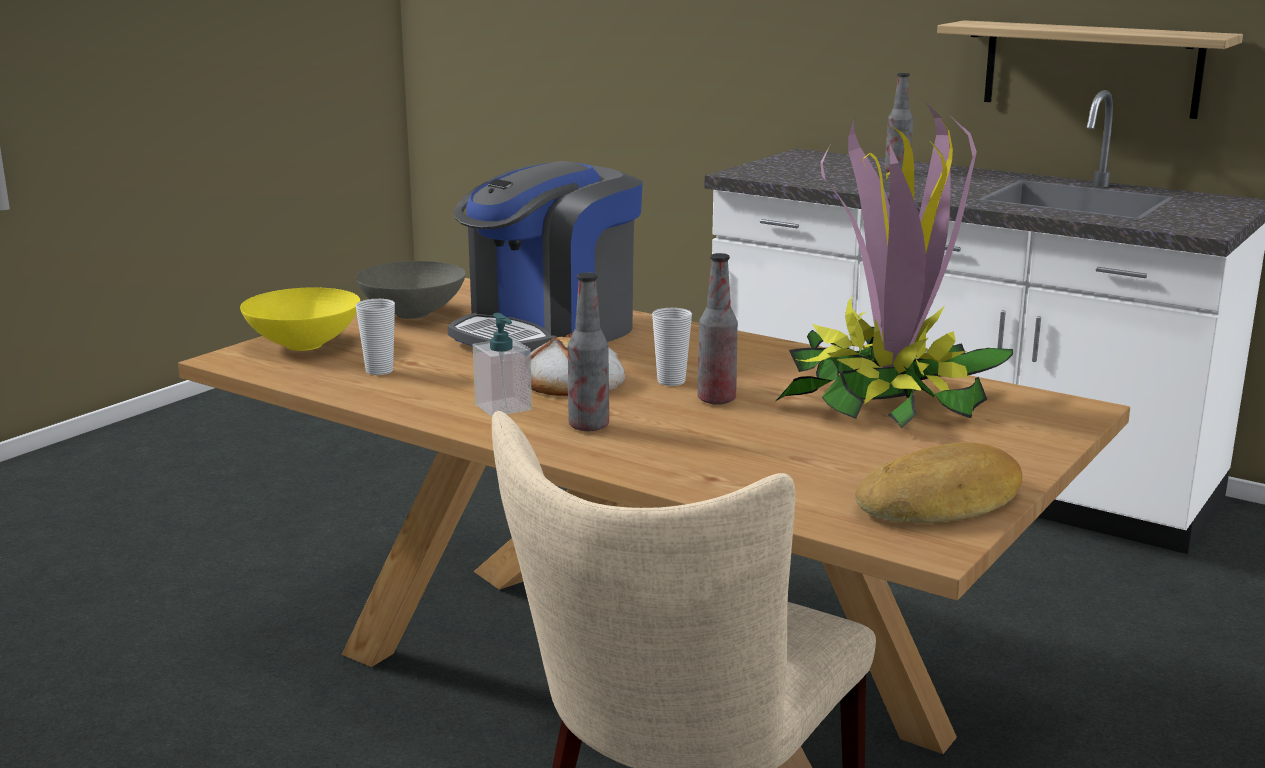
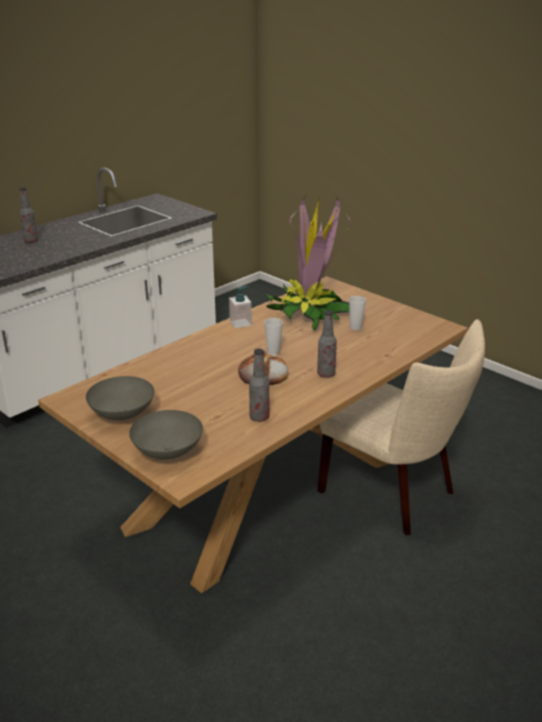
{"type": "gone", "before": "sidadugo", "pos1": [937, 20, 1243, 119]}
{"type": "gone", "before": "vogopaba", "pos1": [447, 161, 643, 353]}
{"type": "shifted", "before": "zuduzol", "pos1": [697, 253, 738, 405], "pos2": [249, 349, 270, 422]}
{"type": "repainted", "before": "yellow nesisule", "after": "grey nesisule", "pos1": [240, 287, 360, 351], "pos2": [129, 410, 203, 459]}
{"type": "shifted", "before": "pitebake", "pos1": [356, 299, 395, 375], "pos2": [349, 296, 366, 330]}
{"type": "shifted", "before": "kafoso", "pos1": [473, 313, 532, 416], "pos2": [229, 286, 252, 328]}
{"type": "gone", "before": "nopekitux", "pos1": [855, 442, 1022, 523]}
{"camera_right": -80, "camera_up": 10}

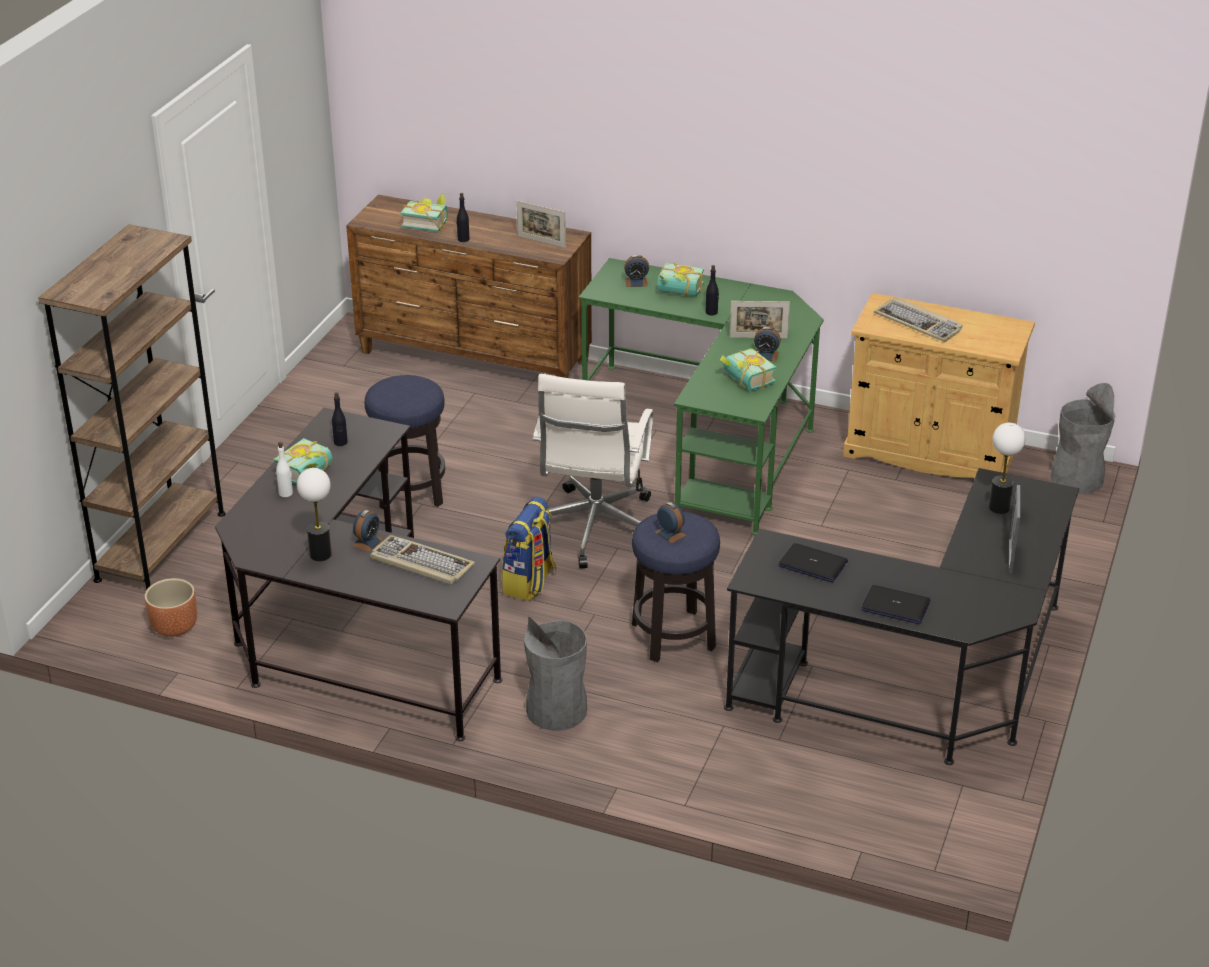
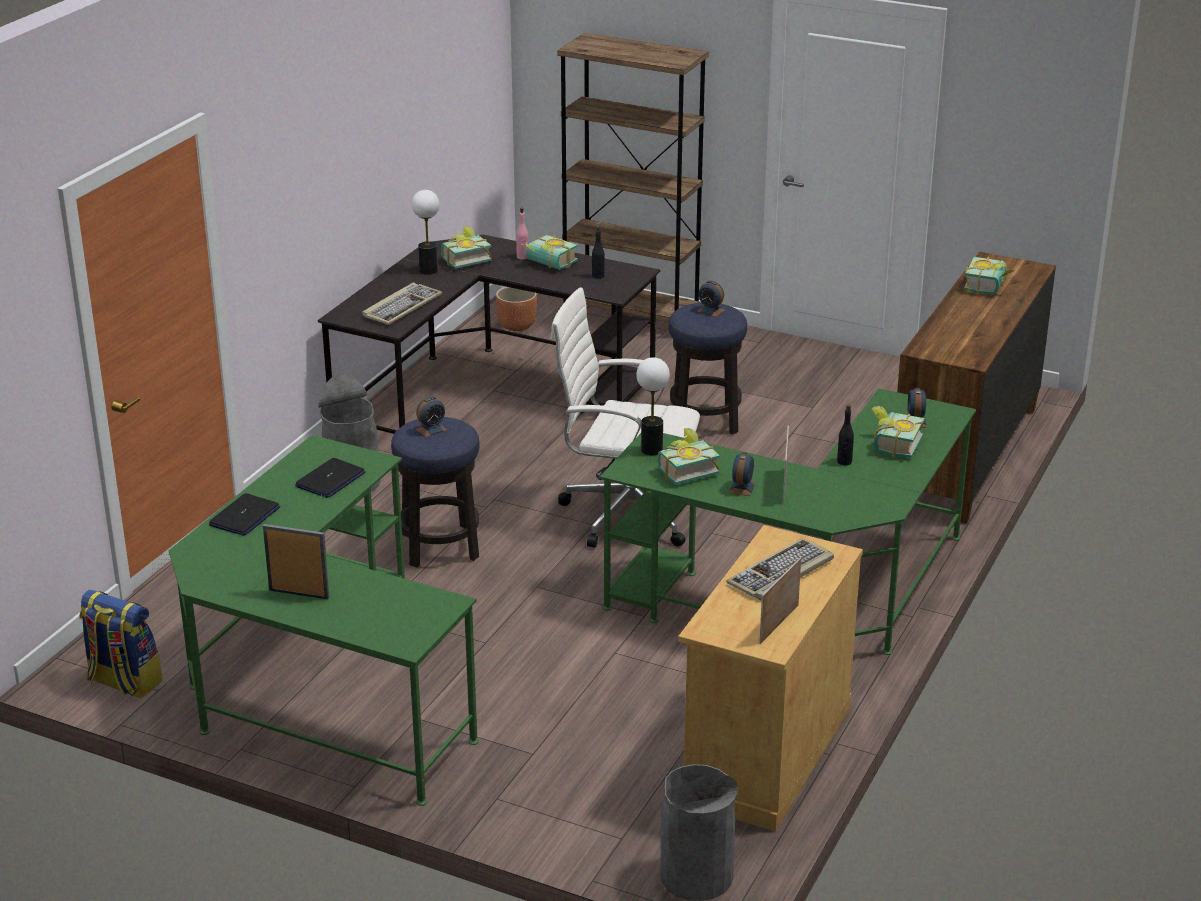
{"type": "gone", "before": "black zuduzol", "pos1": [456, 193, 469, 242]}
{"type": "shifted", "before": "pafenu", "pos1": [516, 200, 566, 248], "pos2": [759, 558, 801, 644]}
{"type": "shifted", "before": "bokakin", "pos1": [989, 423, 1025, 514], "pos2": [636, 357, 670, 455]}
{"type": "repainted", "before": "white zuduzol", "after": "pink zuduzol", "pos1": [276, 442, 293, 497], "pos2": [516, 208, 529, 259]}
{"type": "repainted", "before": "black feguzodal", "after": "green feguzodal", "pos1": [724, 468, 1079, 765], "pos2": [169, 435, 479, 806]}
{"type": "shifted", "before": "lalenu", "pos1": [502, 497, 557, 601], "pos2": [79, 590, 162, 698]}
{"type": "shifted", "before": "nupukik", "pos1": [352, 510, 383, 552], "pos2": [697, 281, 725, 317]}
{"type": "new", "after": "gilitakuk", "pos2": [441, 226, 492, 269]}
{"camera_right": 95, "camera_up": -5}

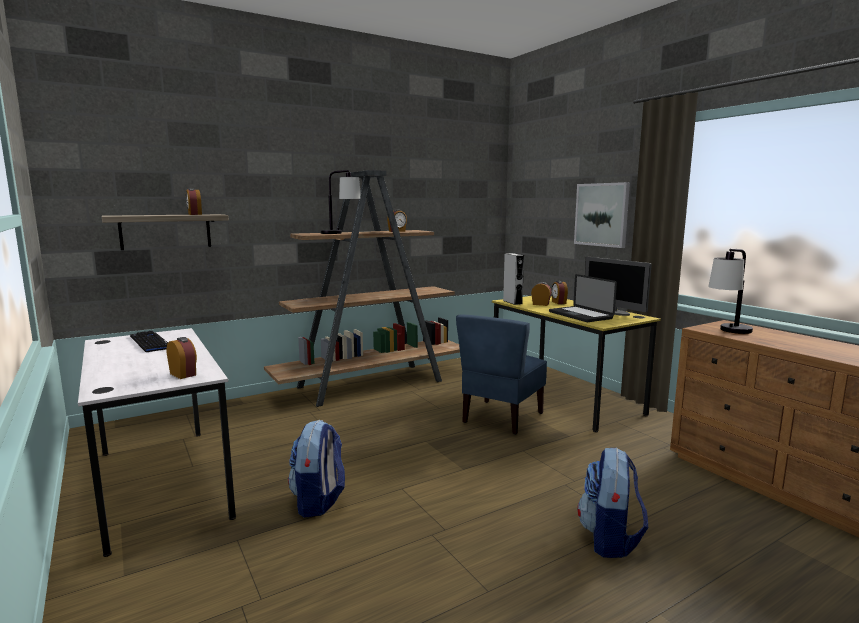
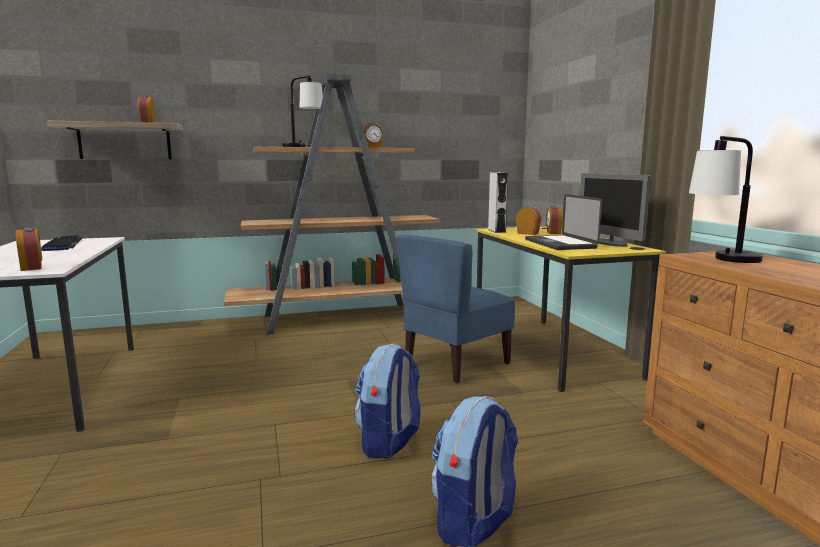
{"type": "gone", "before": "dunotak", "pos1": [574, 182, 630, 248]}
{"type": "shifted", "before": "lalenu", "pos1": [288, 420, 345, 517], "pos2": [355, 343, 421, 458]}
{"camera_right": 15, "camera_up": 0}

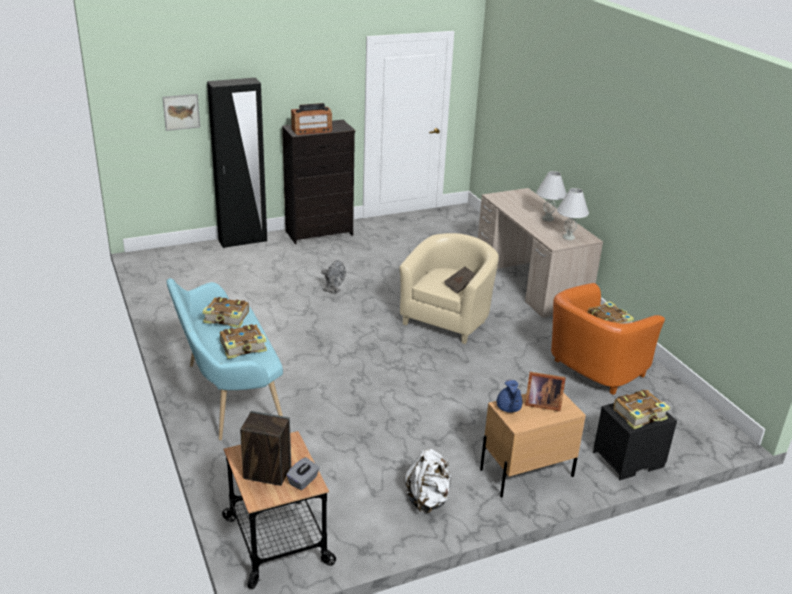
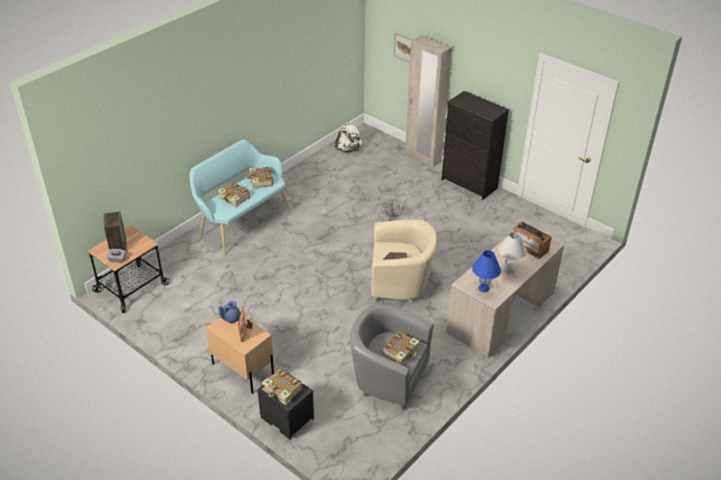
{"type": "repainted", "before": "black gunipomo", "after": "beige gunipomo", "pos1": [207, 78, 267, 248], "pos2": [405, 35, 452, 167]}
{"type": "shifted", "before": "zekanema", "pos1": [291, 103, 332, 135], "pos2": [513, 221, 552, 259]}
{"type": "repainted", "before": "white bokakin", "after": "blue bokakin", "pos1": [557, 188, 589, 240], "pos2": [472, 250, 501, 292]}
{"type": "repainted", "before": "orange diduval", "after": "grey diduval", "pos1": [551, 283, 665, 395], "pos2": [350, 304, 434, 410]}
{"type": "shifted", "before": "white lalenu", "pos1": [404, 449, 452, 513], "pos2": [335, 121, 362, 152]}
{"camera_right": 65, "camera_up": 10}

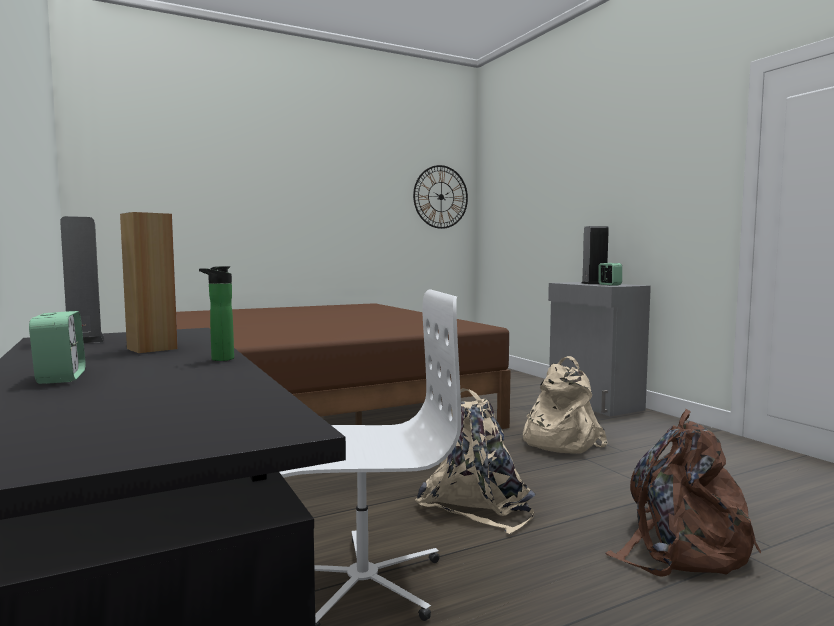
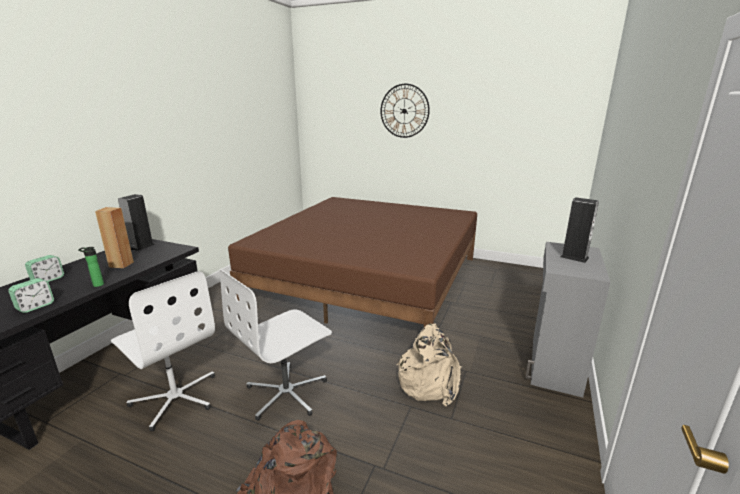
{"type": "shifted", "before": "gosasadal", "pos1": [413, 165, 468, 229], "pos2": [381, 84, 430, 138]}
{"type": "shifted", "before": "nupukik", "pos1": [598, 263, 622, 286], "pos2": [8, 278, 54, 313]}
{"type": "swapped", "before": "beige lalenu", "after": "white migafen", "pos1": [415, 388, 536, 534], "pos2": [220, 269, 332, 421]}
{"camera_right": 50, "camera_up": 15}

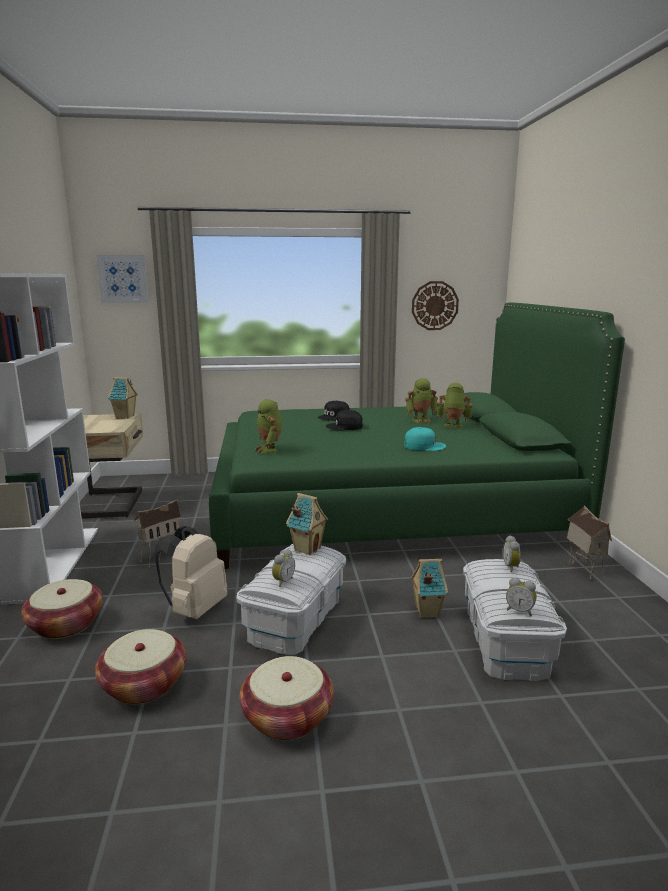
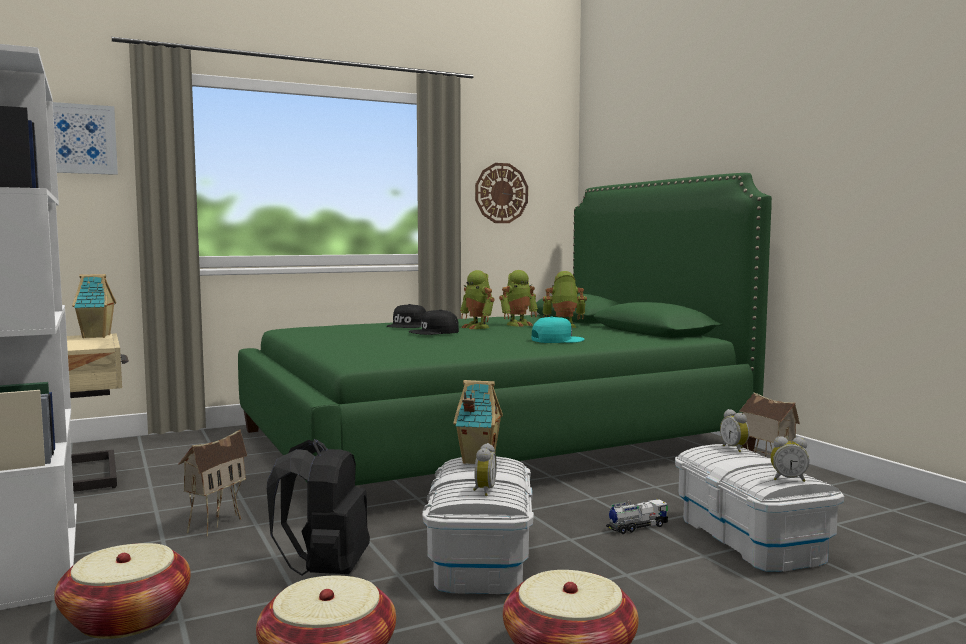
{"type": "shifted", "before": "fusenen", "pos1": [255, 399, 283, 454], "pos2": [460, 270, 494, 329]}
{"type": "repainted", "before": "beige lalenu", "after": "black lalenu", "pos1": [154, 526, 227, 619], "pos2": [267, 439, 370, 576]}
{"type": "swapped", "before": "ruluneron", "after": "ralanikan", "pos1": [411, 559, 448, 618], "pos2": [606, 499, 668, 534]}
{"camera_right": -20, "camera_up": -10}

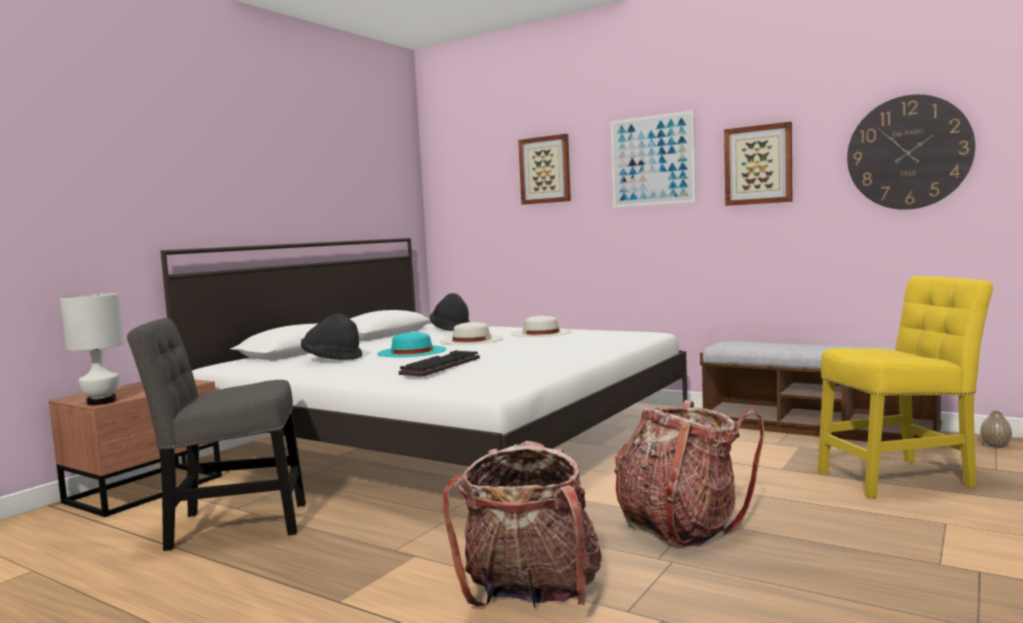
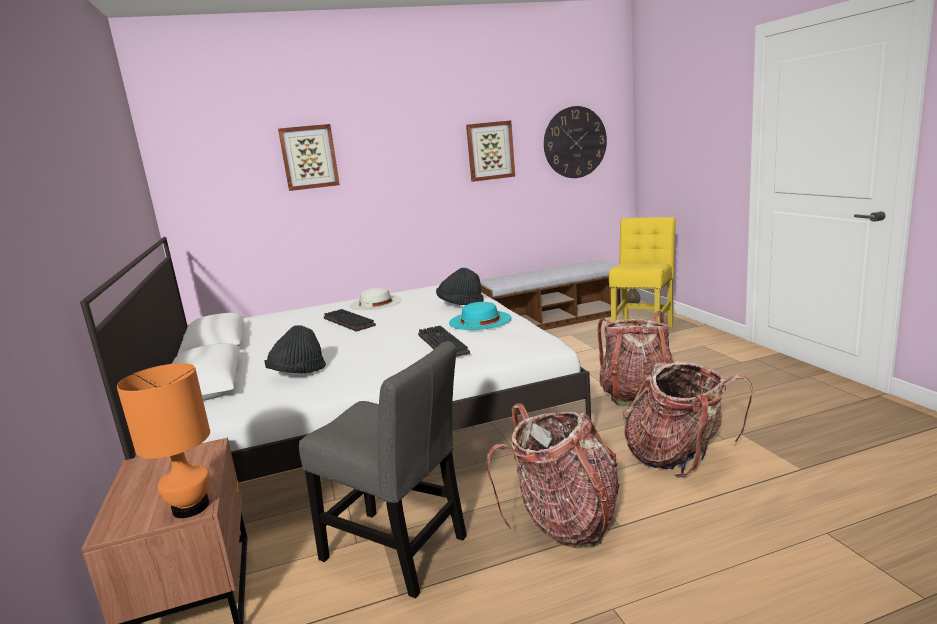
{"type": "gone", "before": "dunotak", "pos1": [610, 110, 696, 208]}
{"type": "repainted", "before": "white bokakin", "after": "orange bokakin", "pos1": [60, 293, 124, 405], "pos2": [117, 363, 210, 518]}
{"type": "shifted", "before": "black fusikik", "pos1": [430, 293, 470, 331], "pos2": [436, 268, 484, 305]}
{"type": "rotated", "before": "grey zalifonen", "pos1": [127, 318, 306, 551], "pos2": [299, 341, 467, 598], "turn": -90}
{"type": "swapped", "before": "white fusikik", "after": "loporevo", "pos1": [440, 322, 503, 345], "pos2": [324, 309, 376, 332]}
{"type": "shifted", "before": "turquoise fusikik", "pos1": [377, 332, 447, 357], "pos2": [449, 302, 512, 330]}
{"type": "new", "after": "lalenu", "pos2": [486, 403, 620, 549]}
{"camera_right": -50, "camera_up": 10}

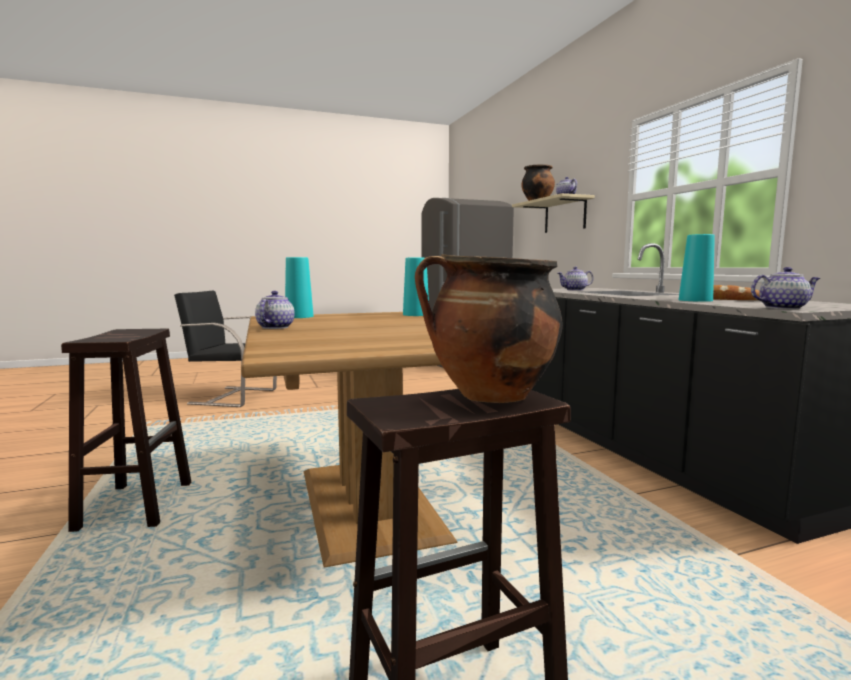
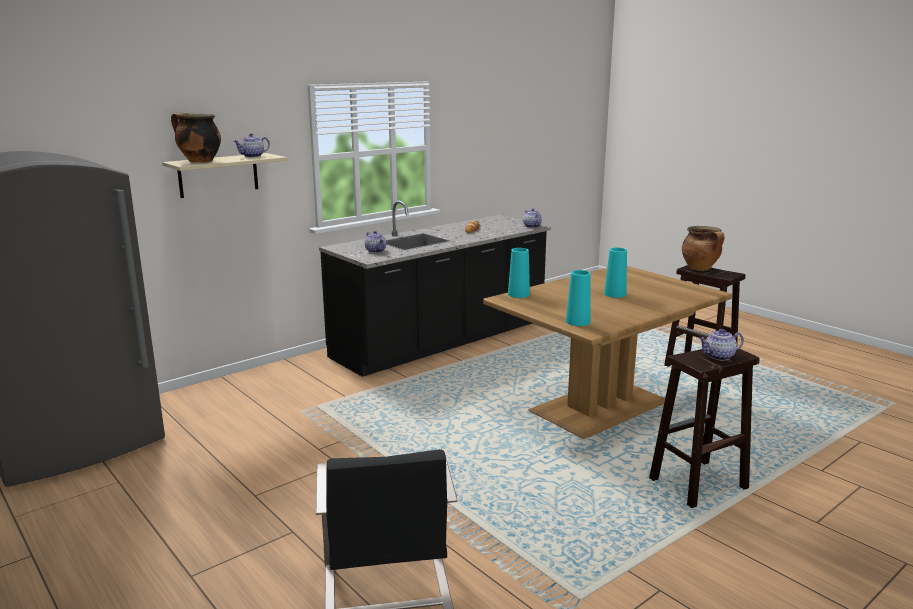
{"type": "shifted", "before": "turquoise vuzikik", "pos1": [679, 234, 715, 302], "pos2": [604, 248, 627, 298]}
{"type": "shifted", "before": "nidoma", "pos1": [255, 291, 295, 329], "pos2": [699, 329, 744, 361]}
{"camera_right": -110, "camera_up": 10}

